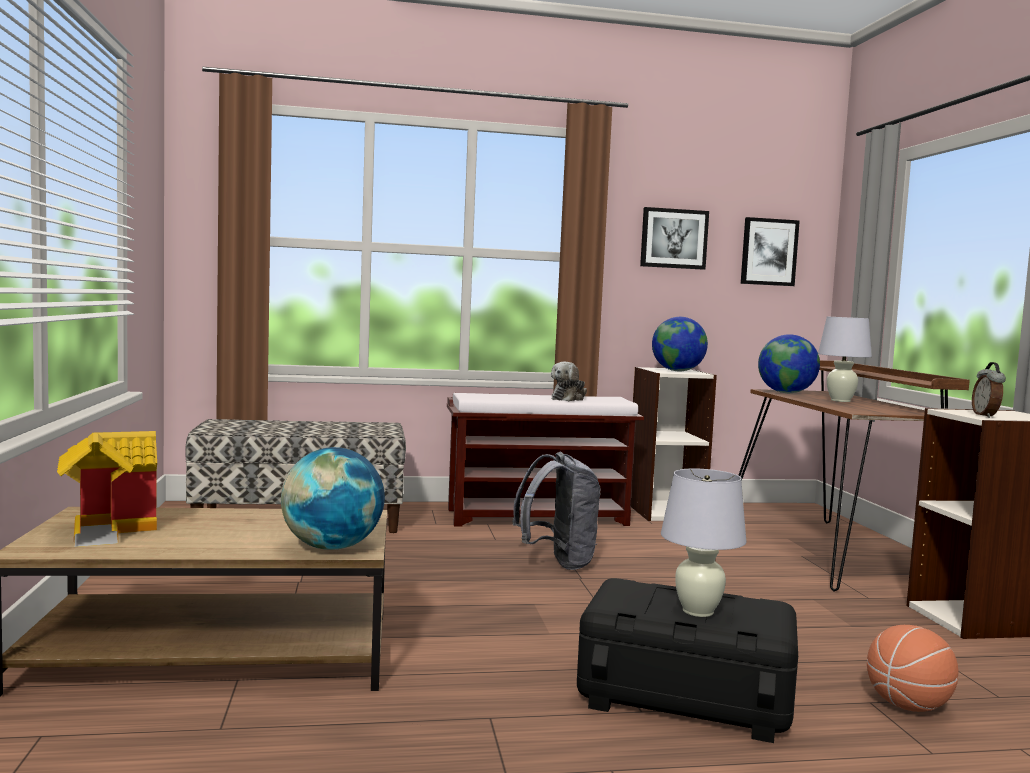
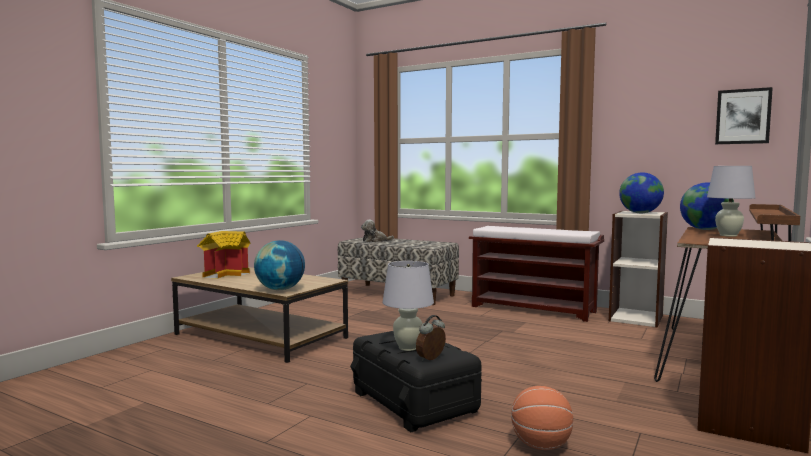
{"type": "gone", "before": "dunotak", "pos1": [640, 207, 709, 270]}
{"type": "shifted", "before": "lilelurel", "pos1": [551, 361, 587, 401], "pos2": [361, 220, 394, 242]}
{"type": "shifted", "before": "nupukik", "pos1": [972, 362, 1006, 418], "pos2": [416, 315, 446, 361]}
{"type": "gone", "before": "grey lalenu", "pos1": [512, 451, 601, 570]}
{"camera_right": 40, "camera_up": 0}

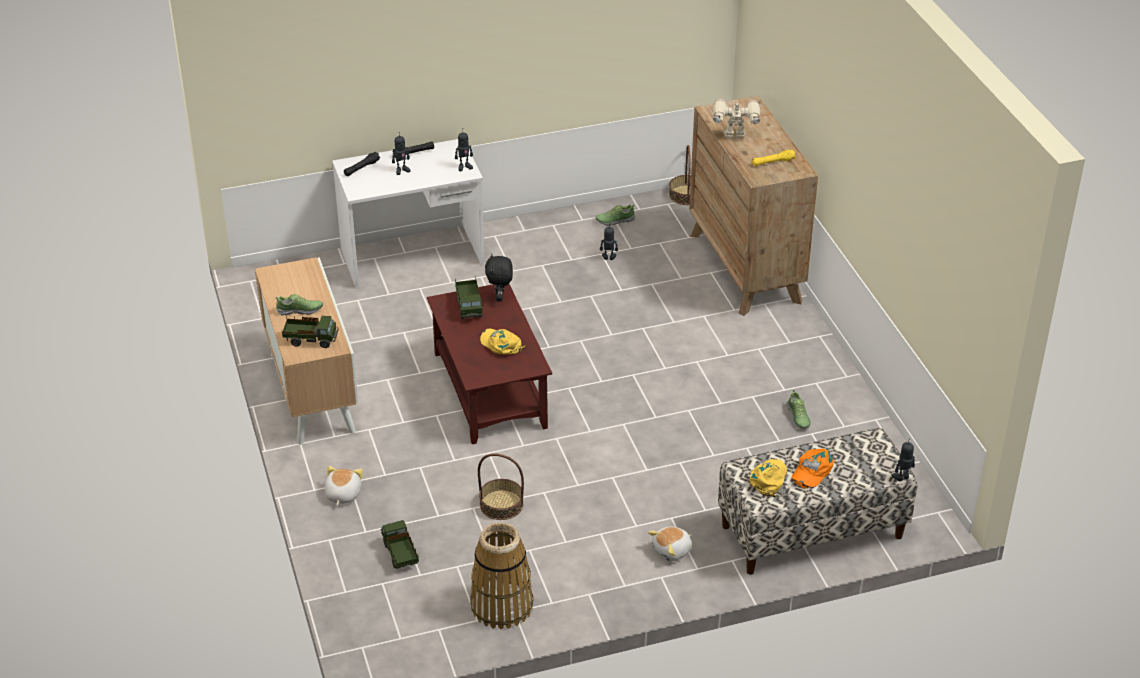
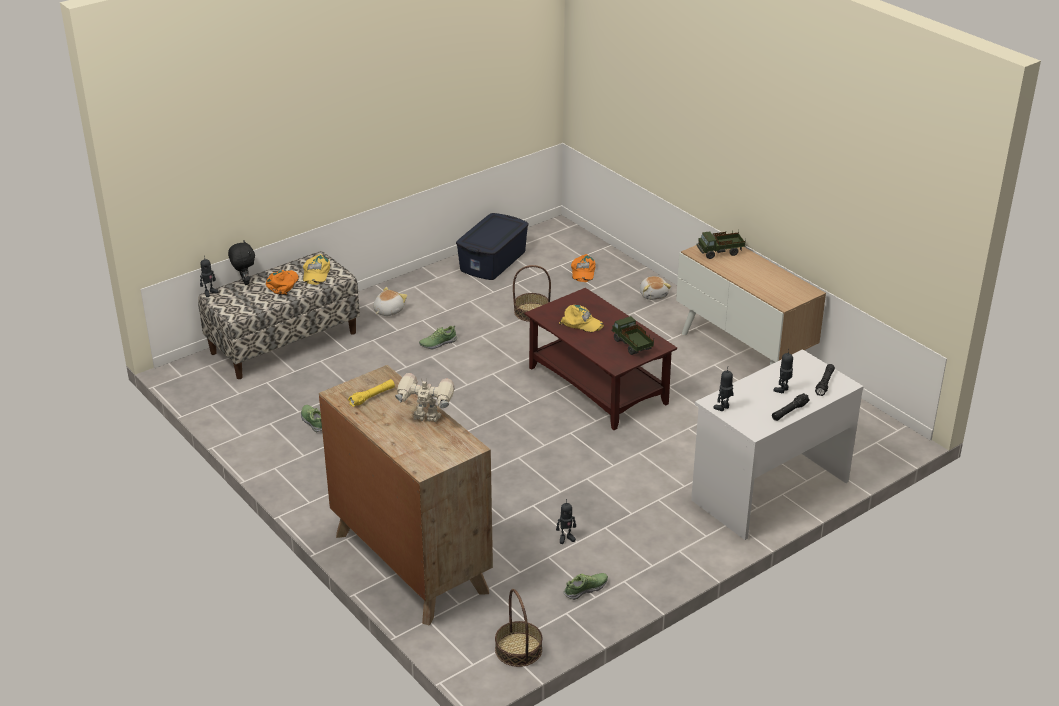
{"type": "rotated", "before": "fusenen", "pos1": [713, 99, 760, 138], "pos2": [395, 373, 455, 422], "turn": -150}
{"type": "shifted", "before": "black lilelurel", "pos1": [485, 254, 513, 302], "pos2": [228, 241, 255, 285]}
{"type": "shifted", "before": "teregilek", "pos1": [275, 294, 323, 316], "pos2": [419, 325, 457, 349]}
{"type": "swapped", "before": "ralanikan", "after": "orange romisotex", "pos1": [381, 520, 419, 569], "pos2": [571, 254, 595, 282]}
{"type": "swapped", "before": "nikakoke", "after": "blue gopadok", "pos1": [470, 522, 533, 629], "pos2": [456, 213, 529, 280]}
{"camera_right": 160, "camera_up": -5}

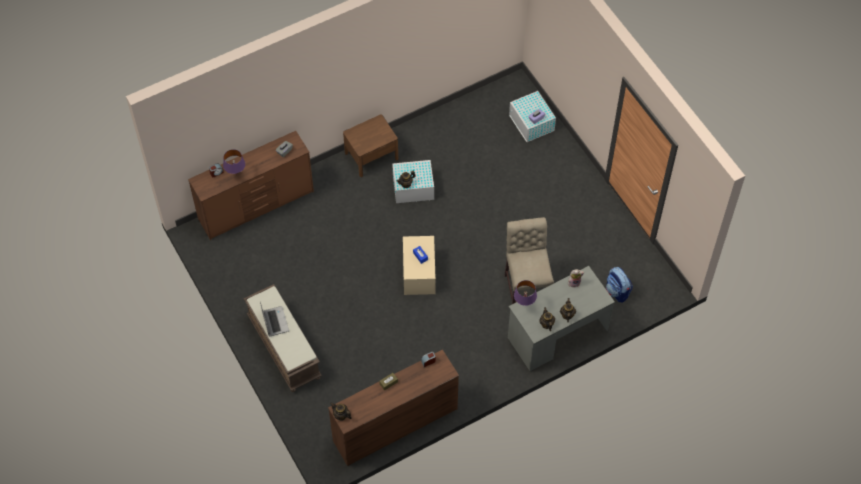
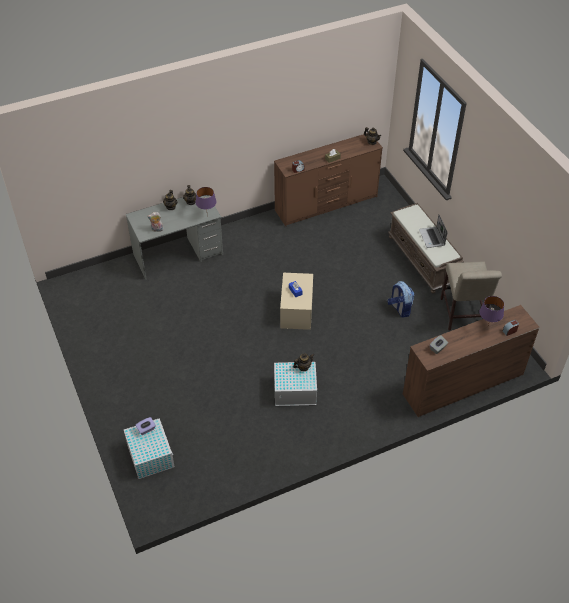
{"type": "gone", "before": "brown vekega", "pos1": [343, 114, 398, 177]}
{"type": "shifted", "before": "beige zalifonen", "pos1": [505, 217, 554, 304], "pos2": [441, 261, 502, 330]}
{"type": "shifted", "before": "lalenu", "pos1": [606, 267, 633, 302], "pos2": [388, 281, 414, 318]}
{"camera_right": -175, "camera_up": -10}

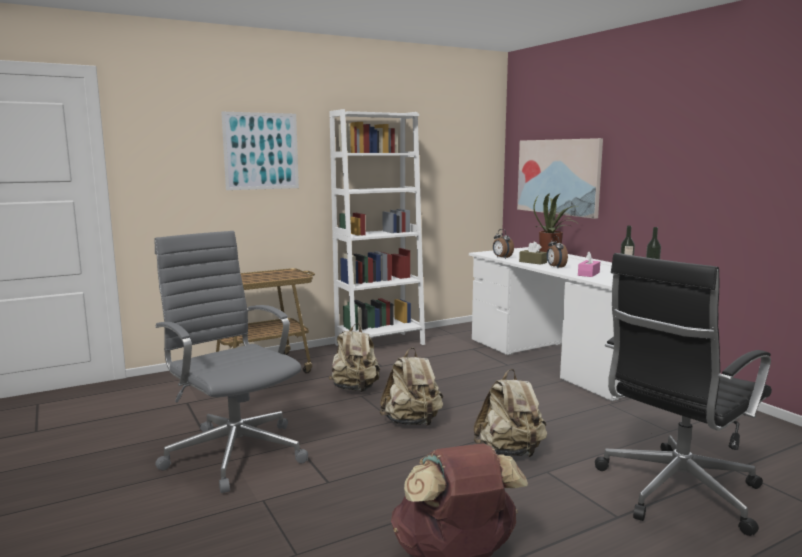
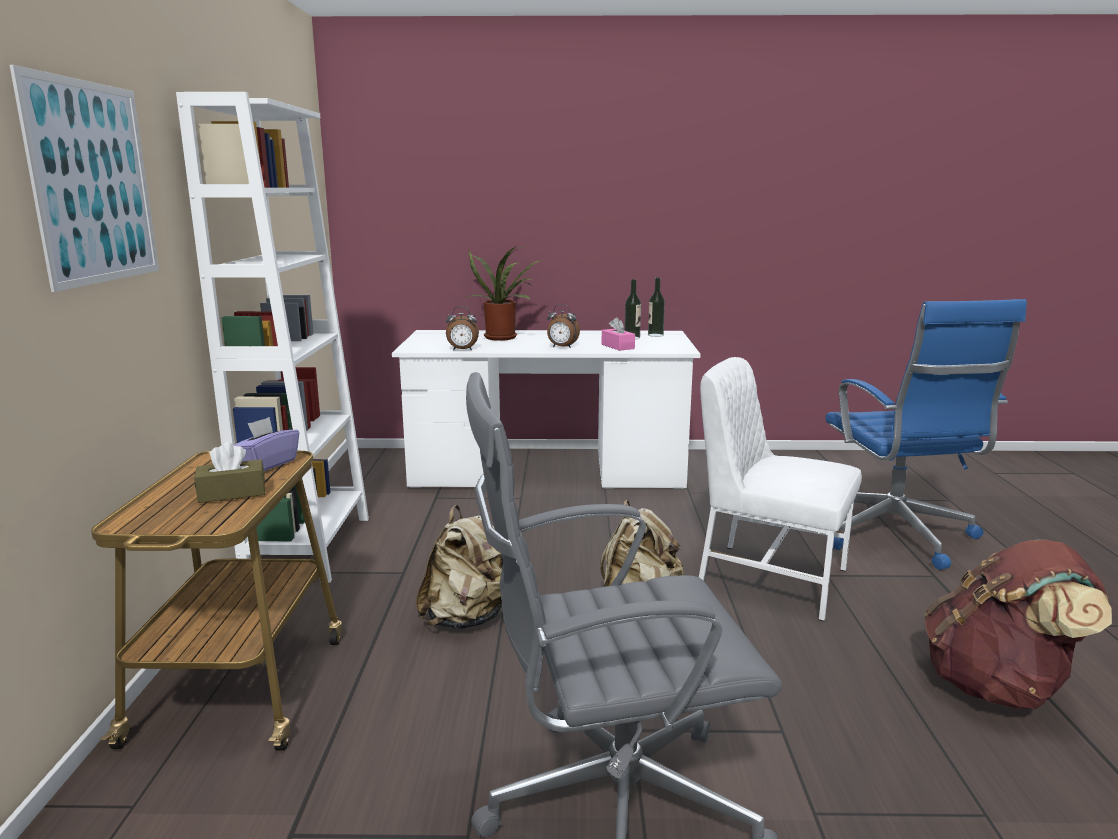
{"type": "gone", "before": "dunotak", "pos1": [517, 138, 603, 219]}
{"type": "shifted", "before": "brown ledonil", "pos1": [519, 242, 547, 265], "pos2": [194, 442, 265, 503]}
{"type": "repainted", "before": "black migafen", "after": "blue migafen", "pos1": [595, 253, 772, 536], "pos2": [826, 299, 1027, 570]}
{"type": "swapped", "before": "beige lalenu", "after": "white zalifonen", "pos1": [474, 369, 547, 457], "pos2": [699, 357, 862, 621]}
{"type": "new", "after": "purple ledonil", "pos2": [233, 417, 299, 471]}
{"camera_right": -60, "camera_up": 5}

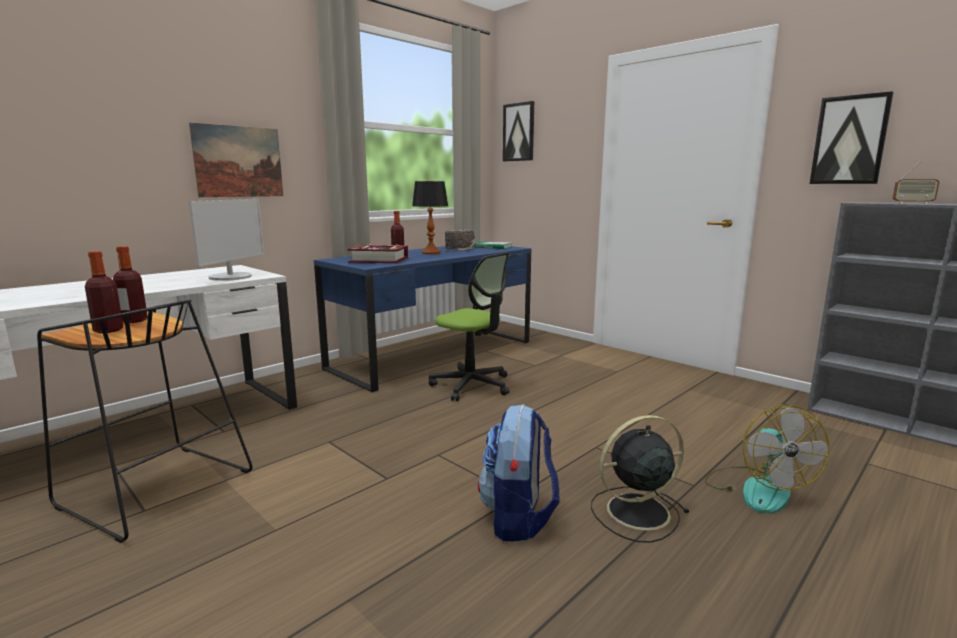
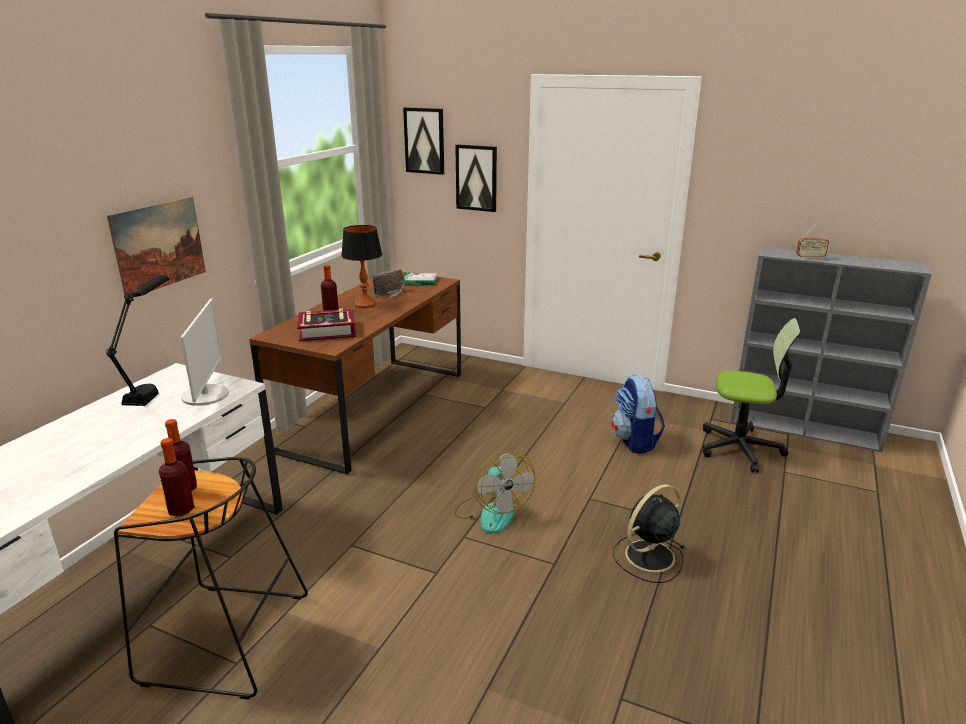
{"type": "shifted", "before": "dunotak", "pos1": [810, 91, 894, 184], "pos2": [455, 144, 497, 212]}
{"type": "repainted", "before": "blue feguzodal", "after": "brown feguzodal", "pos1": [314, 246, 531, 393], "pos2": [249, 270, 461, 475]}
{"type": "shifted", "before": "migafen", "pos1": [429, 252, 509, 401], "pos2": [703, 318, 801, 473]}
{"type": "shifted", "before": "lalenu", "pos1": [478, 404, 559, 541], "pos2": [612, 375, 665, 454]}
{"type": "shifted", "before": "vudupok", "pos1": [704, 405, 830, 514], "pos2": [454, 451, 535, 534]}
{"type": "new", "after": "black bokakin", "pos2": [106, 275, 170, 406]}
{"camera_right": -20, "camera_up": 10}

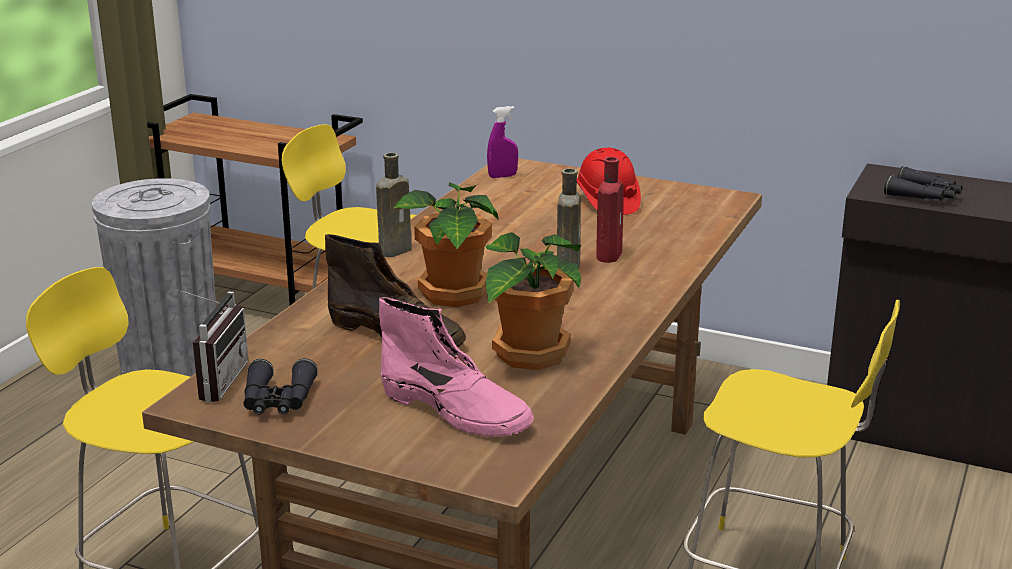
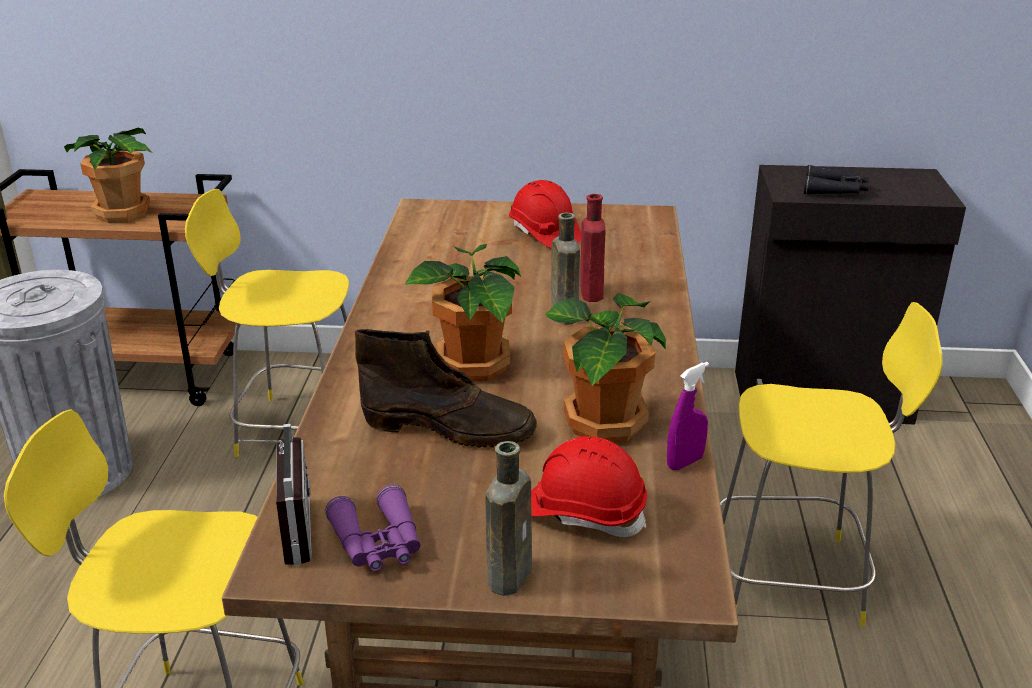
{"type": "shifted", "before": "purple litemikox", "pos1": [487, 106, 518, 178], "pos2": [667, 362, 709, 470]}
{"type": "shifted", "before": "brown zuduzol", "pos1": [376, 153, 412, 257], "pos2": [485, 441, 532, 596]}
{"type": "swapped", "before": "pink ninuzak", "after": "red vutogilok", "pos1": [379, 297, 534, 437], "pos2": [531, 436, 647, 537]}
{"type": "repainted", "before": "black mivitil", "after": "purple mivitil", "pos1": [244, 358, 318, 415], "pos2": [325, 485, 420, 571]}
{"type": "new", "after": "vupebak", "pos2": [64, 128, 152, 223]}
{"camera_right": -20, "camera_up": 5}

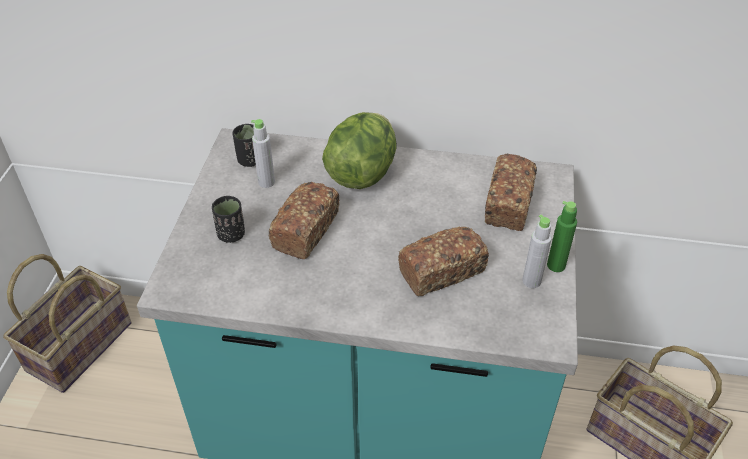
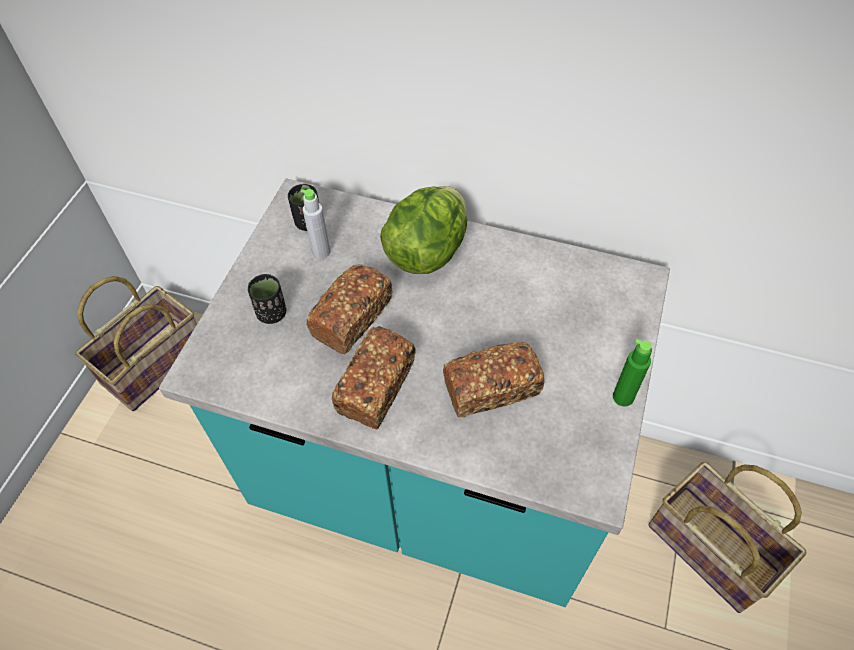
{"type": "shifted", "before": "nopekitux", "pos1": [485, 154, 537, 231], "pos2": [332, 326, 416, 430]}
{"type": "gone", "before": "grey zuduzol", "pos1": [522, 214, 552, 288]}
{"camera_right": 10, "camera_up": 10}

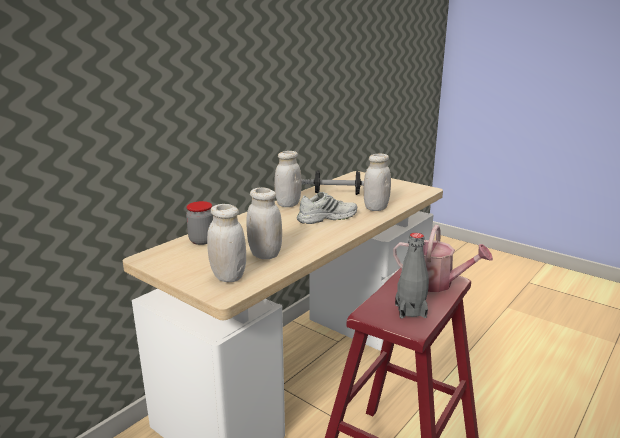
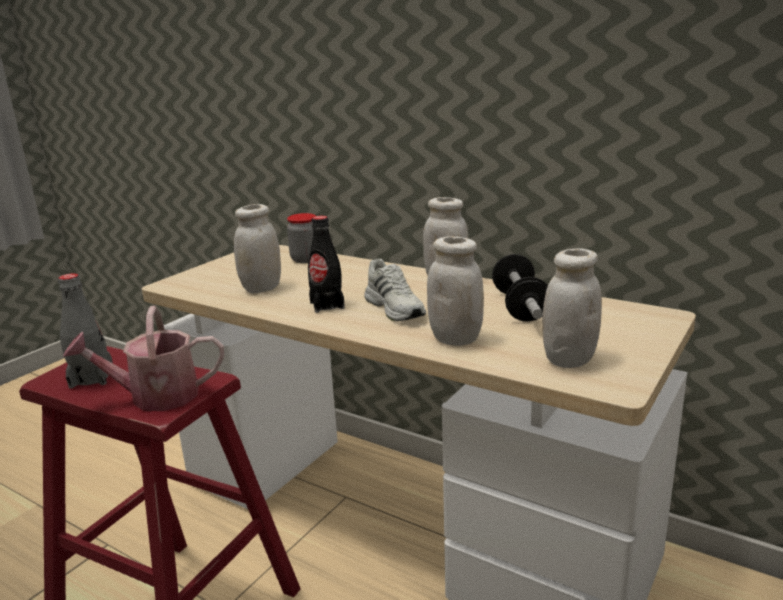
{"type": "shifted", "before": "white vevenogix", "pos1": [207, 204, 246, 282], "pos2": [542, 248, 602, 368]}
{"type": "rotated", "before": "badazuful", "pos1": [393, 225, 493, 292], "pos2": [63, 306, 224, 411], "turn": 60}
{"type": "new", "after": "black zuduzol", "pos2": [308, 216, 345, 313]}
{"camera_right": 85, "camera_up": 0}

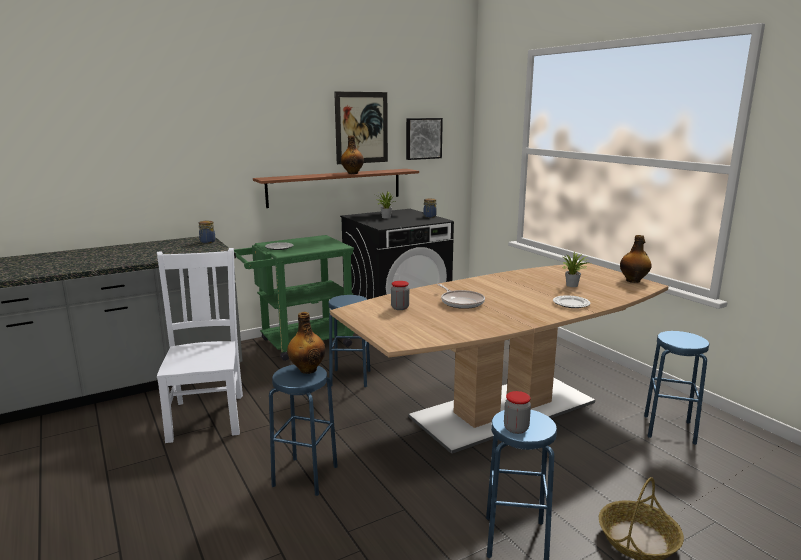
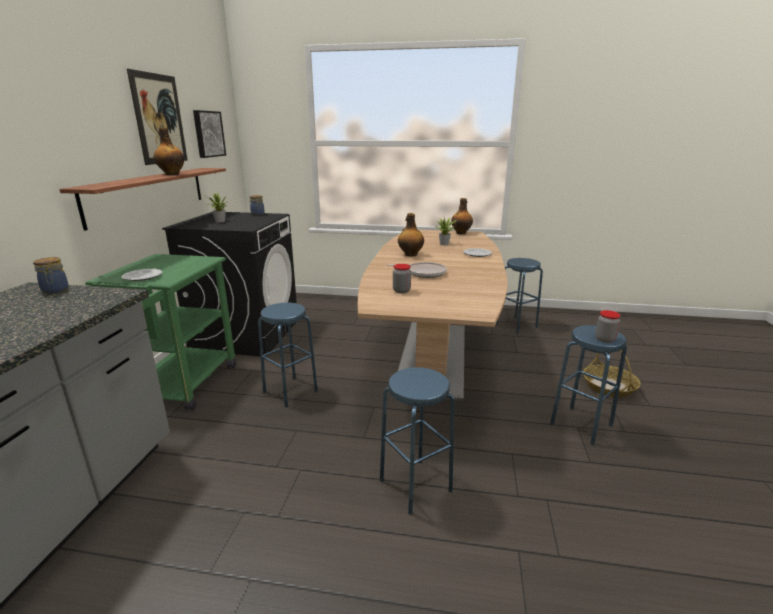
{"type": "gone", "before": "white zalifonen", "pos1": [157, 248, 243, 443]}
{"type": "shifted", "before": "zuduzol", "pos1": [287, 312, 326, 374], "pos2": [398, 213, 424, 256]}
{"camera_right": -50, "camera_up": 5}

